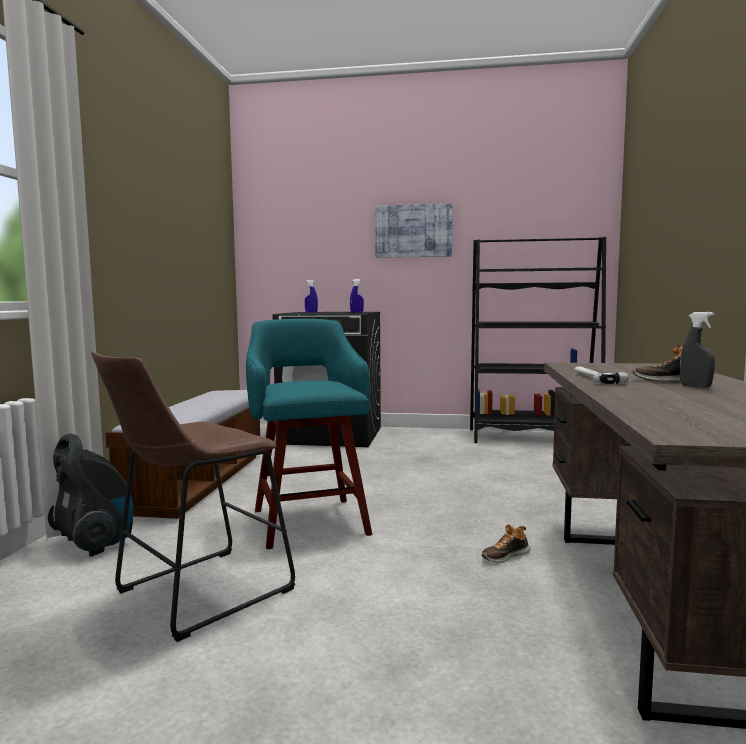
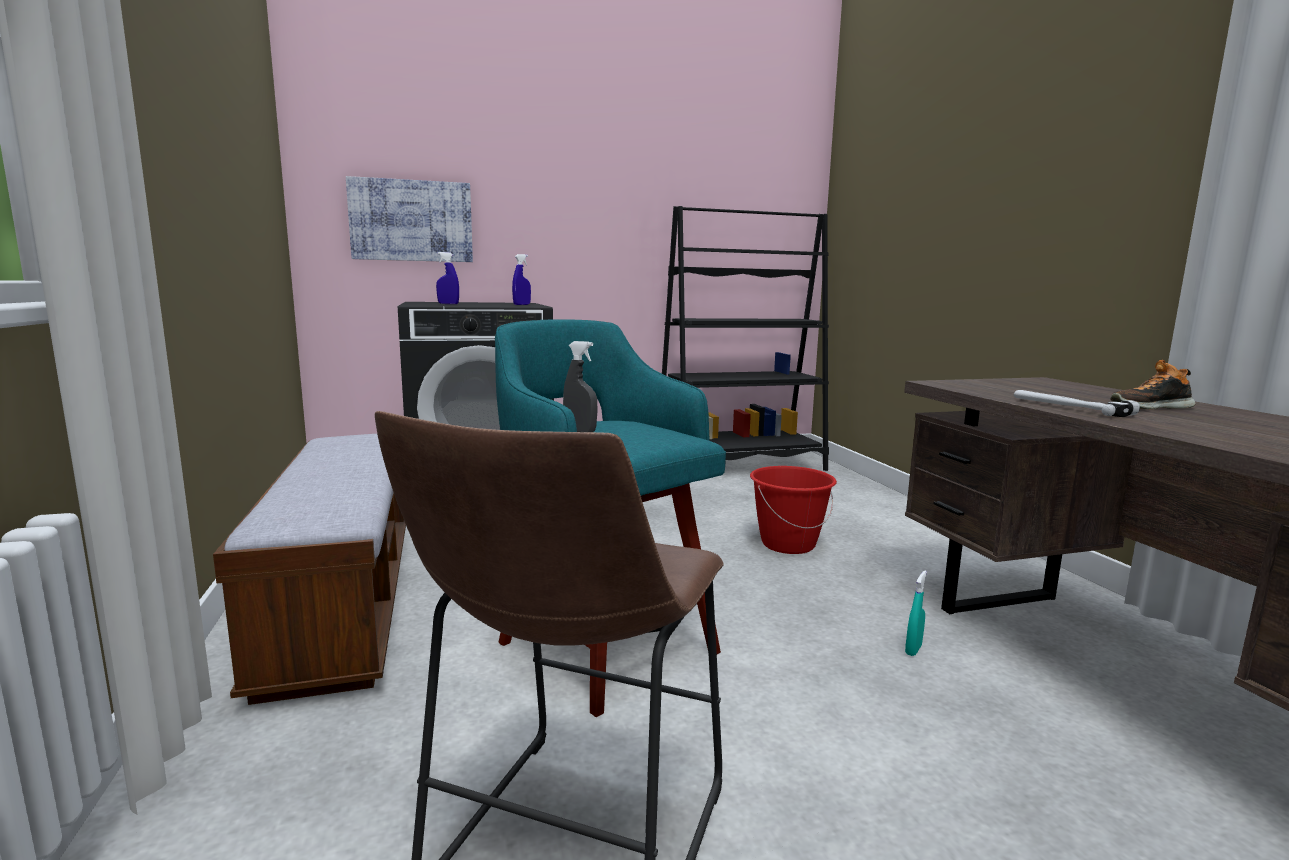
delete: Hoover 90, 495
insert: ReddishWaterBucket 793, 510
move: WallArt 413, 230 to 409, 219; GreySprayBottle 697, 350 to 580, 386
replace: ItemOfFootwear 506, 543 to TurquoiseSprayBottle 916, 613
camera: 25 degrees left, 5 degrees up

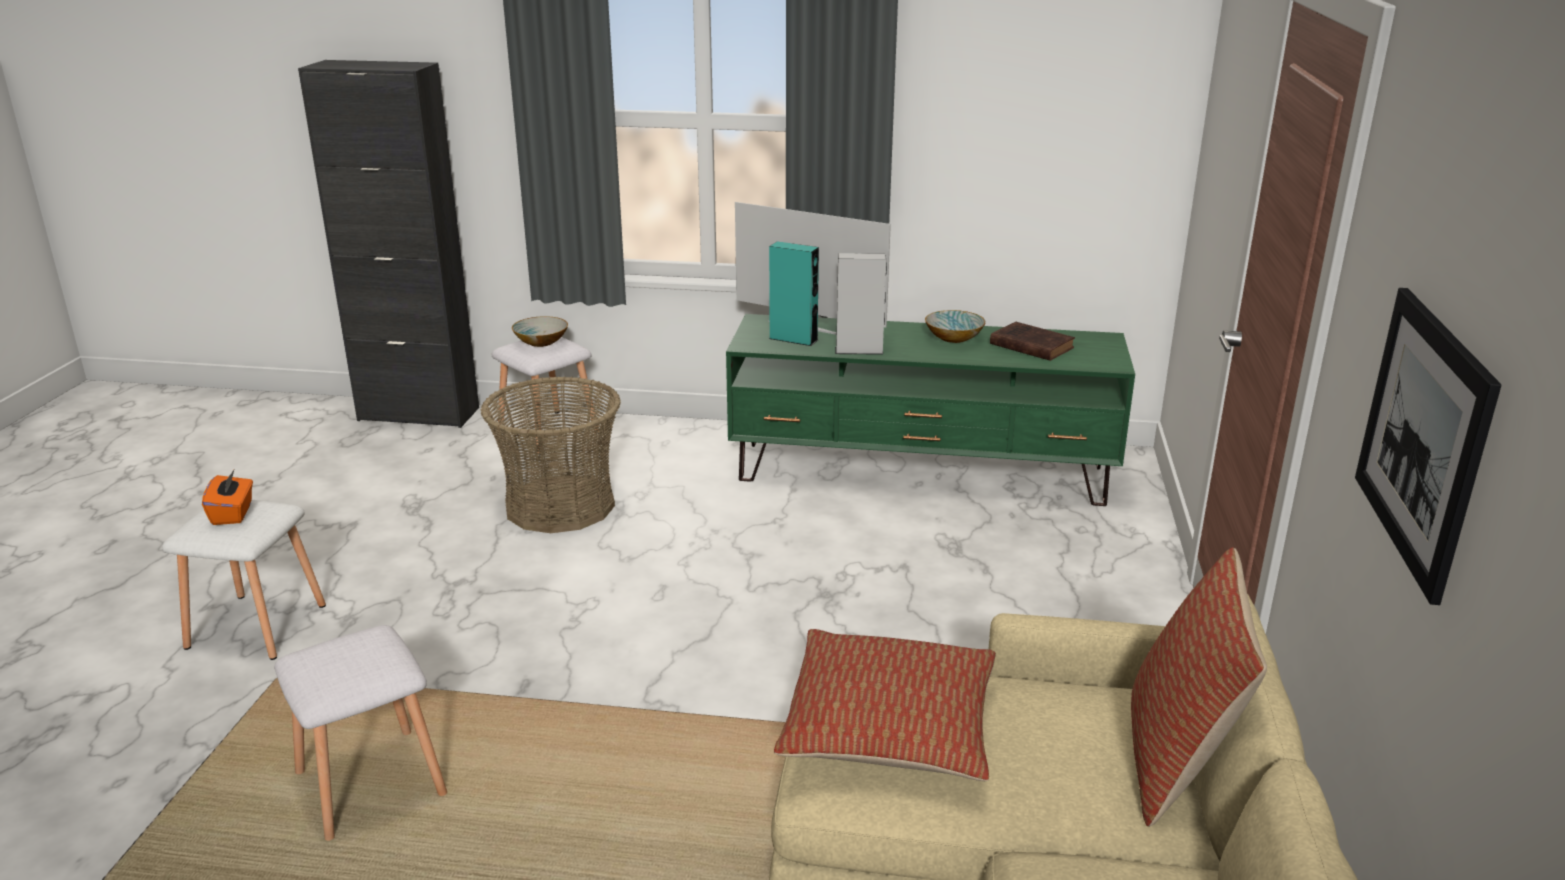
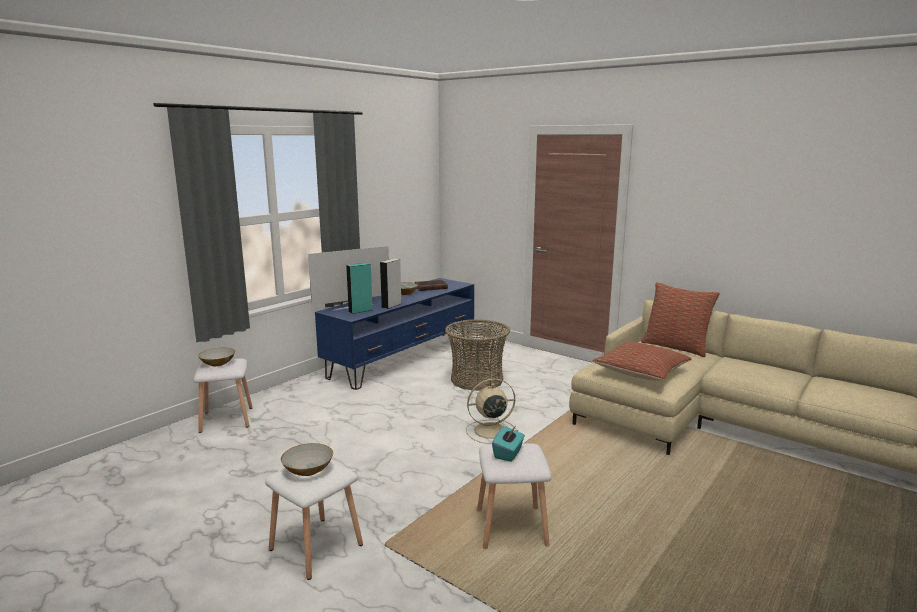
delete: BlackishStorageCabinet 388, 244; WallArt 1428, 446
insert: BeigeColouredElectricFan 492, 411; TurquoiseBoxOfTissues 508, 444
move: HouseholdBasket 550, 454 to 477, 355
replace: OrangeColouredBoxOfTissues 227, 497 to DeepDish 307, 459
recolor: GreenMediaConsole 930, 410 to BluishMediaConsole 394, 334
camera: 60 degrees left, 10 degrees down

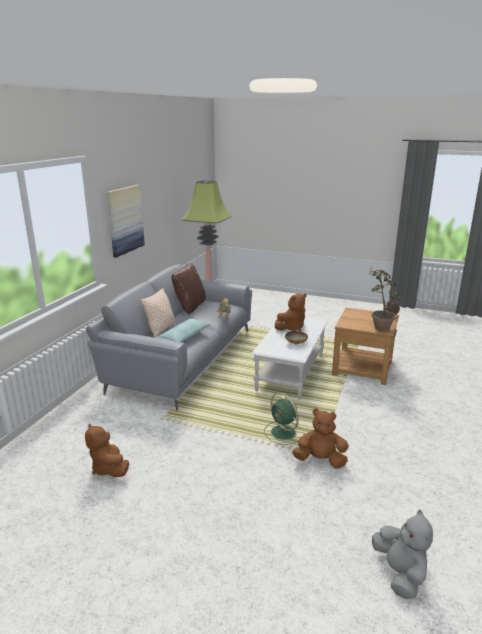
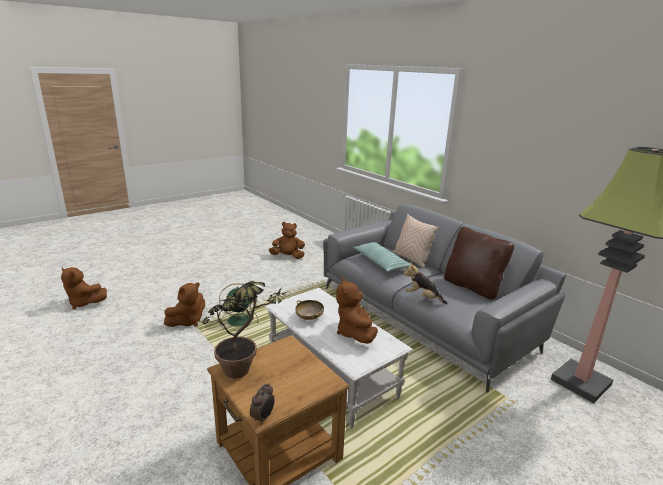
delete: WallArt 126, 221
recolor: GreySoftToy 402, 554 to BrownSoftToy 84, 288
camera: 120 degrees right, 0 degrees up

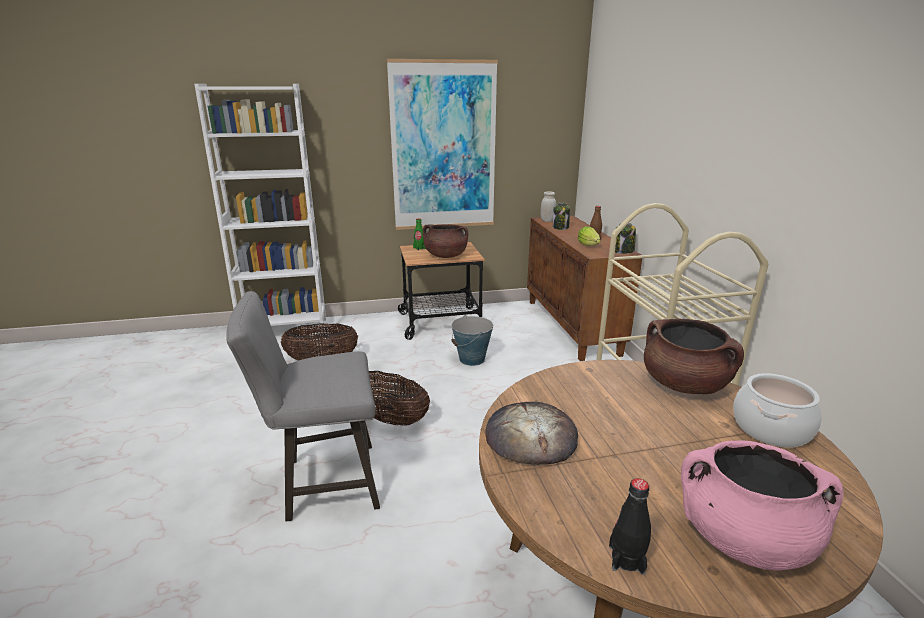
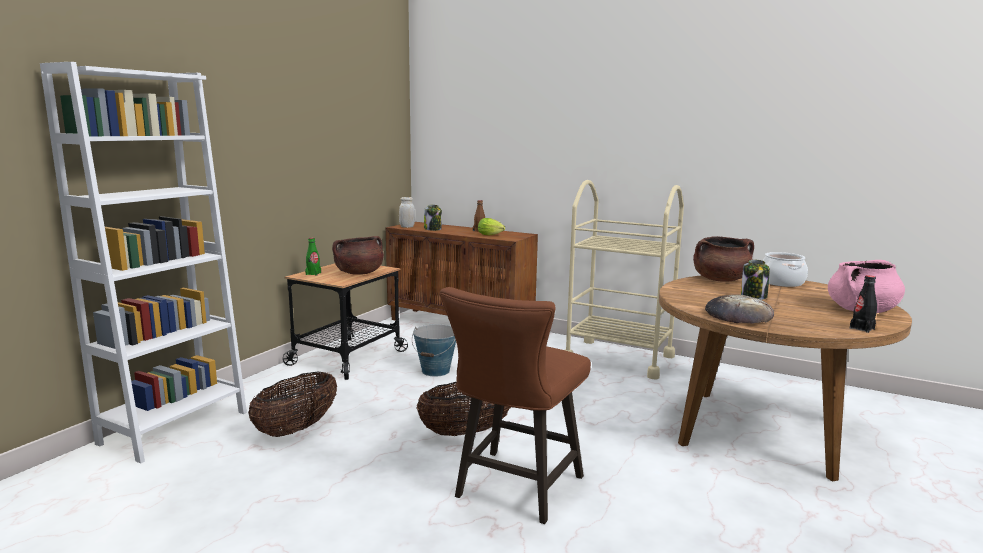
delete: WallArt 442, 144
move: PreserveJar 625, 238 to 755, 280
recolor: GreyStoolSeat 303, 406 to BrownStoolSeat 515, 405
camera: 50 degrees left, 10 degrees down

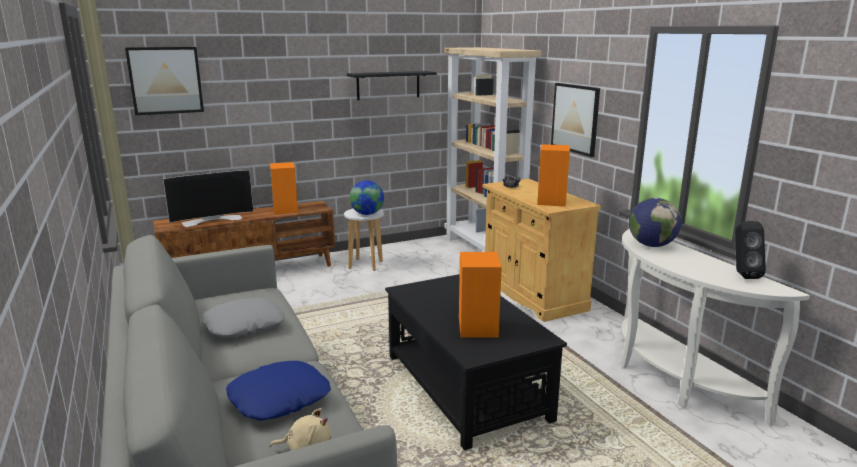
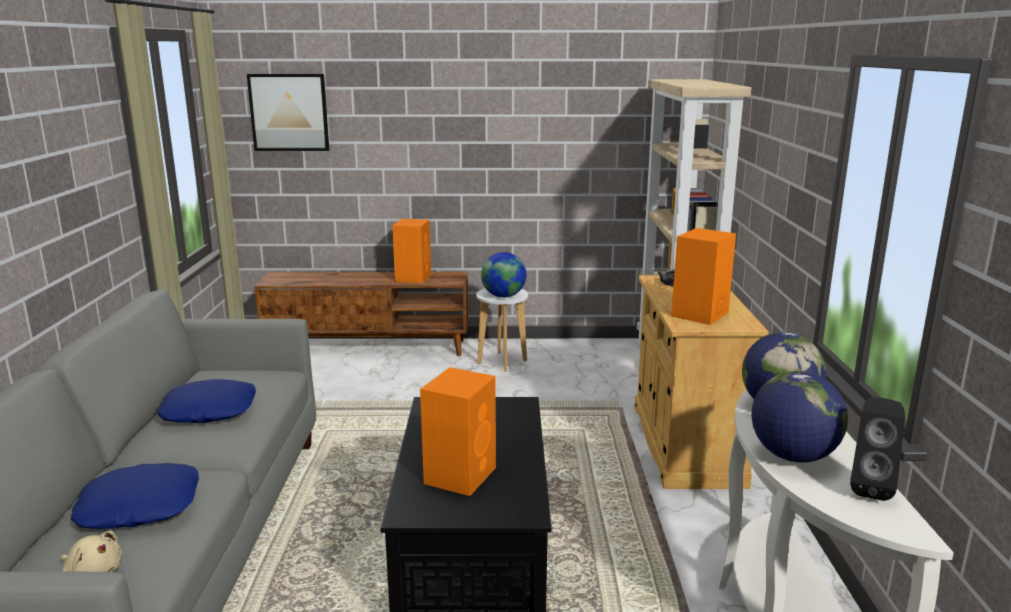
delete: Tv 208, 198; BlackishShelf 392, 85; WallArt 575, 120
insert: DeskGlobe 800, 417
recolor: GreyPillow 244, 317 to BluishPillow 206, 401
camera: 25 degrees right, 0 degrees up

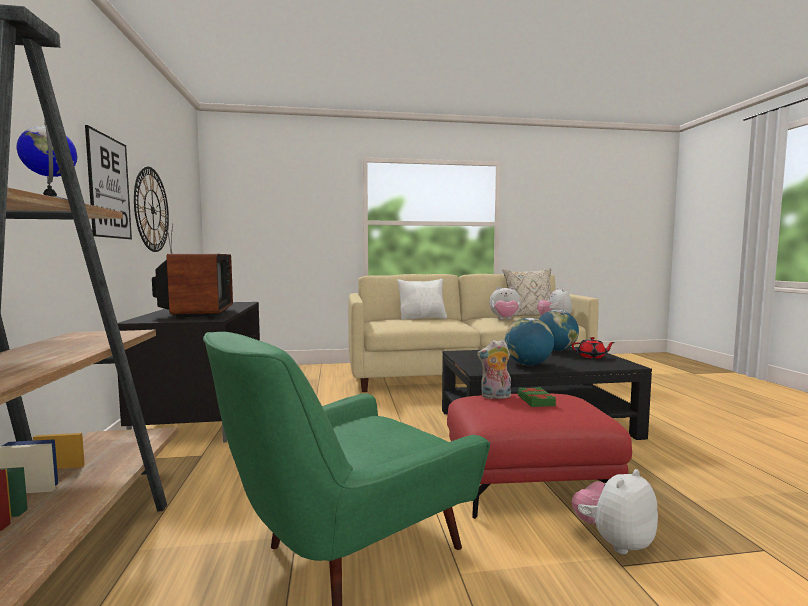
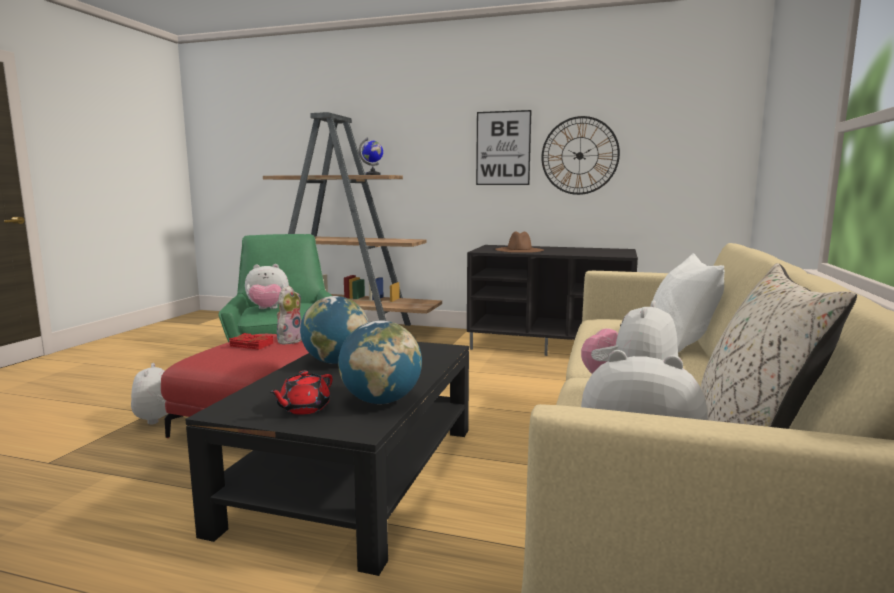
insert: SoftToy 267, 286
replace: Tv 192, 271 to BrownClothingHat 519, 242
recolor: GreenBook 537, 397 to ReddishBook 251, 341
camera: 115 degrees right, 5 degrees up

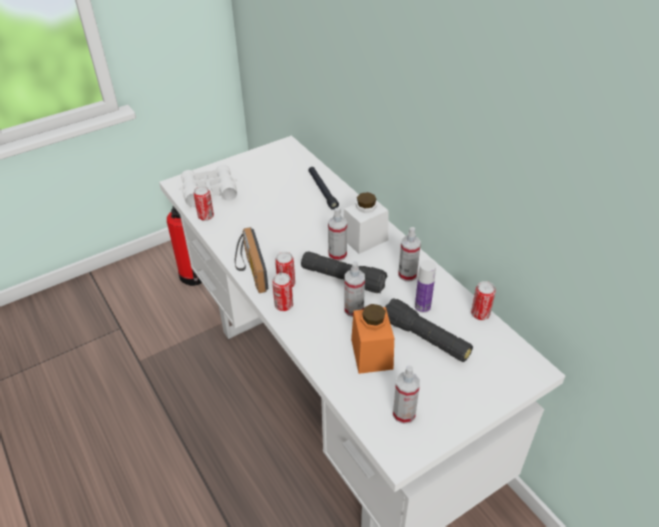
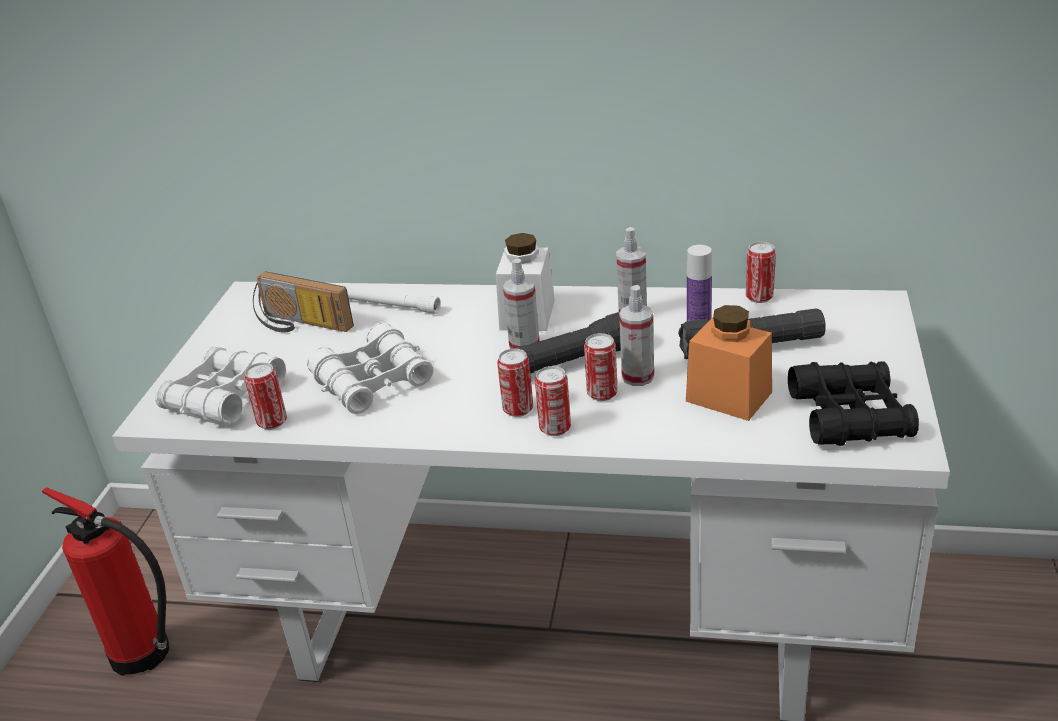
insert: WhiteFieldGlasses 370, 368; Can 601, 367
move: RadioReceiver 251, 260 to 303, 302
replace: SprayBottle 406, 394 to BlackishFieldGlasses 853, 403
recolor: BlackishHandTorch 323, 188 to WhiteHandTorch 393, 300
camera: 45 degrees left, 10 degrees down

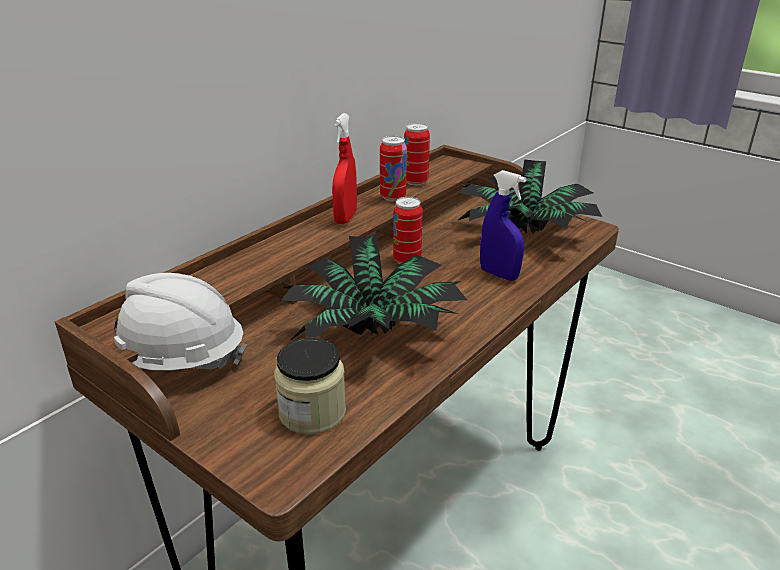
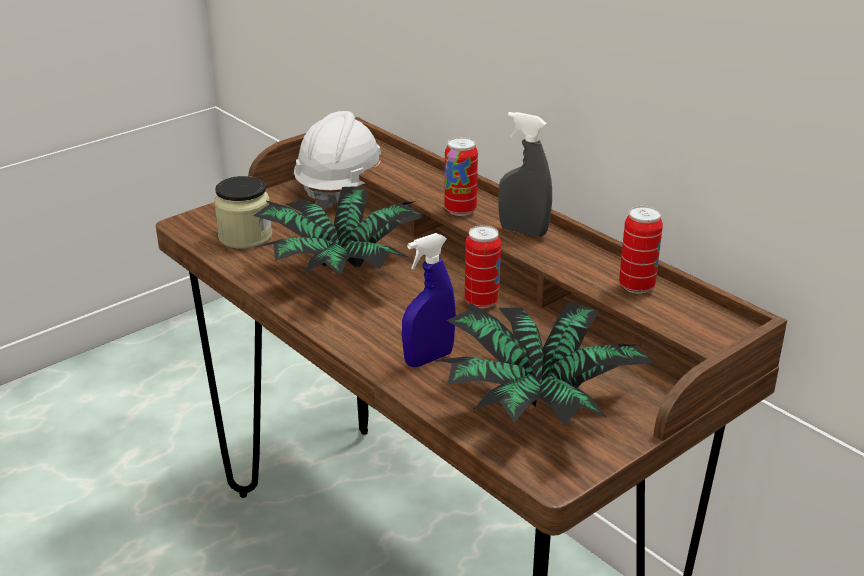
move: Can 393, 168 to 461, 176
recolor: ReddishSprayBottle 344, 168 to GreySprayBottle 525, 174
camera: 100 degrees right, 0 degrees up

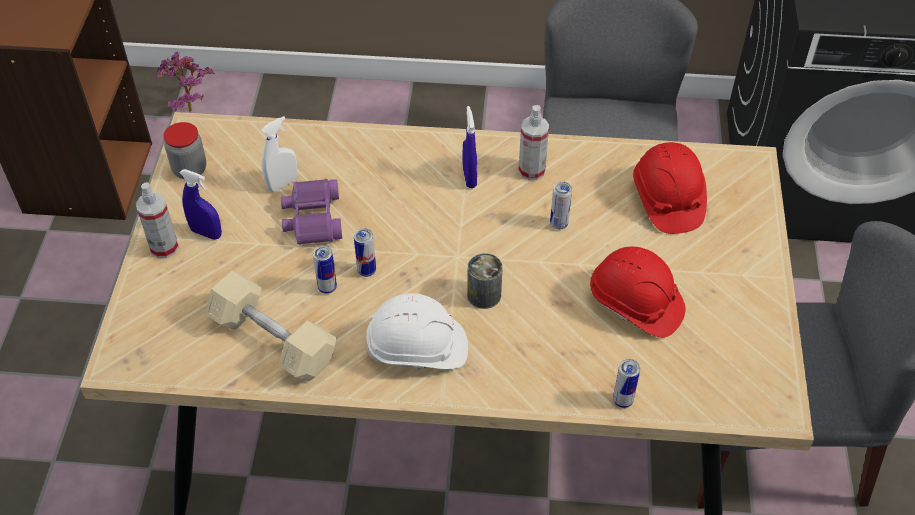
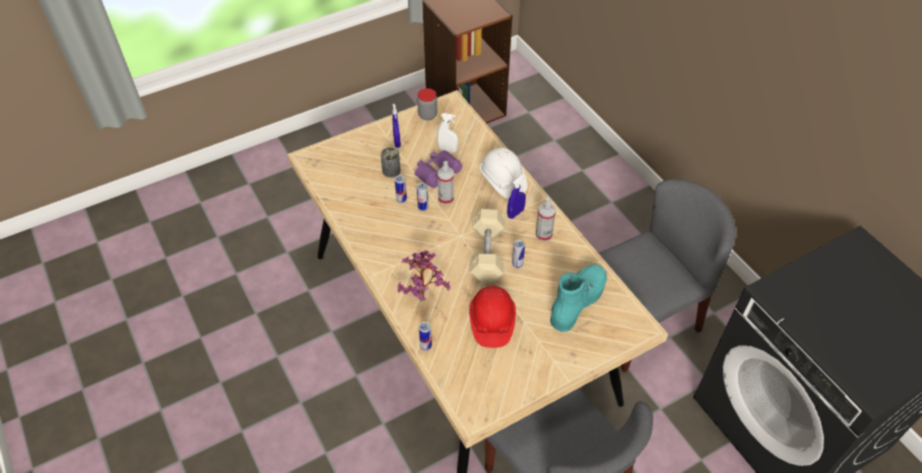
move: Can 485, 281 to 390, 163; PottedPlant 186, 81 to 423, 275; SprayBottle 157, 220 to 446, 183; BeigeColouredDumbbell 270, 326 to 487, 245; WhiteHardHat 417, 331 to 503, 173
replace: ReddishHardHat 670, 188 to TurquoiseTallBoot 578, 298
camera: 55 degrees right, 0 degrees up

